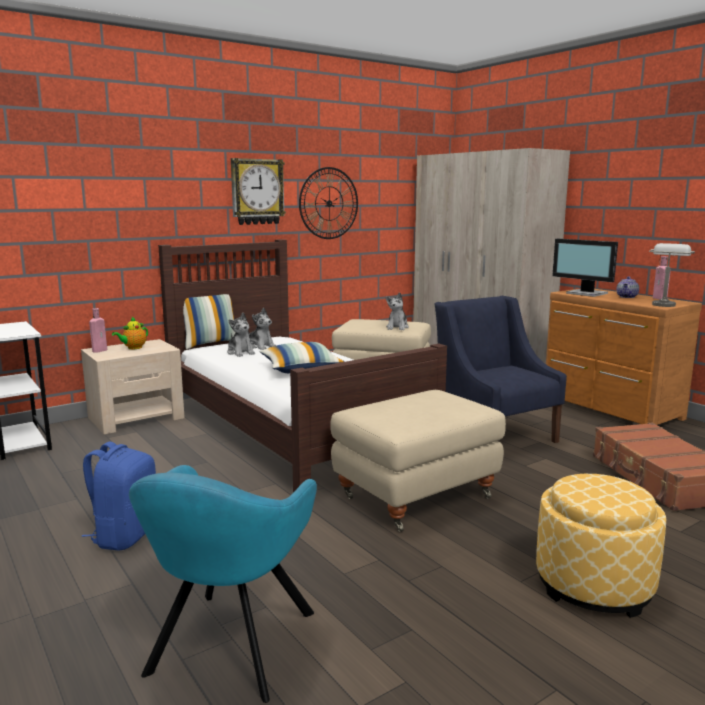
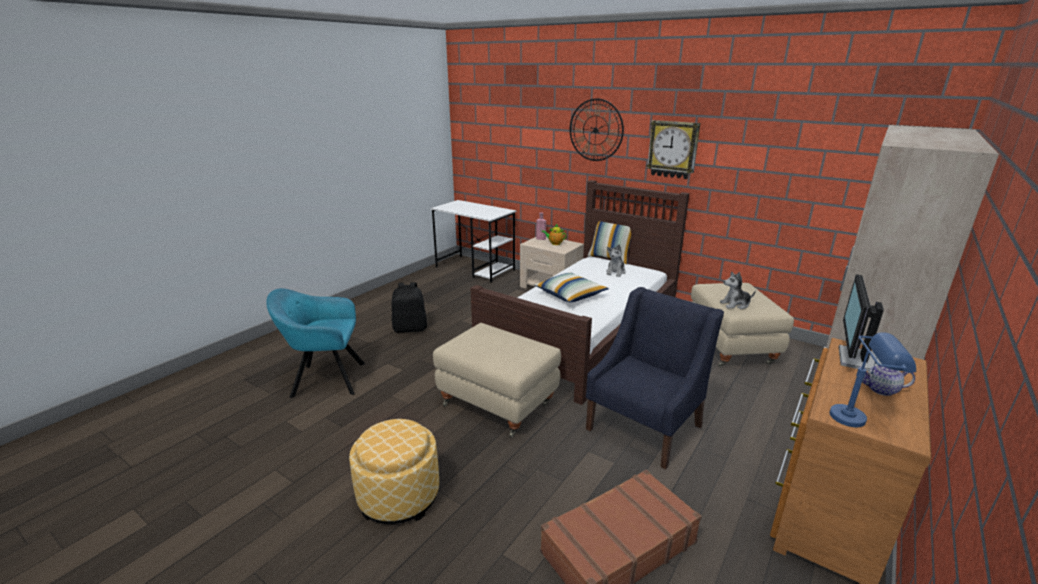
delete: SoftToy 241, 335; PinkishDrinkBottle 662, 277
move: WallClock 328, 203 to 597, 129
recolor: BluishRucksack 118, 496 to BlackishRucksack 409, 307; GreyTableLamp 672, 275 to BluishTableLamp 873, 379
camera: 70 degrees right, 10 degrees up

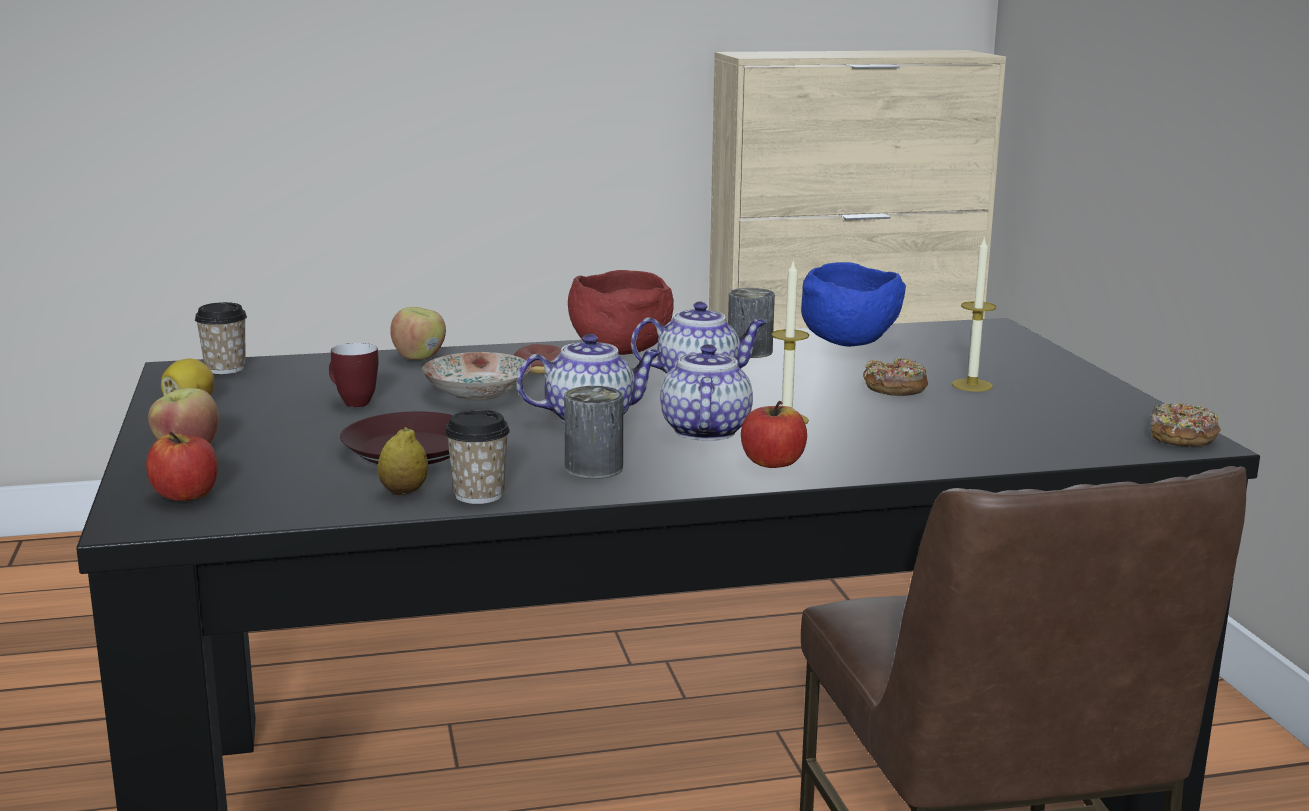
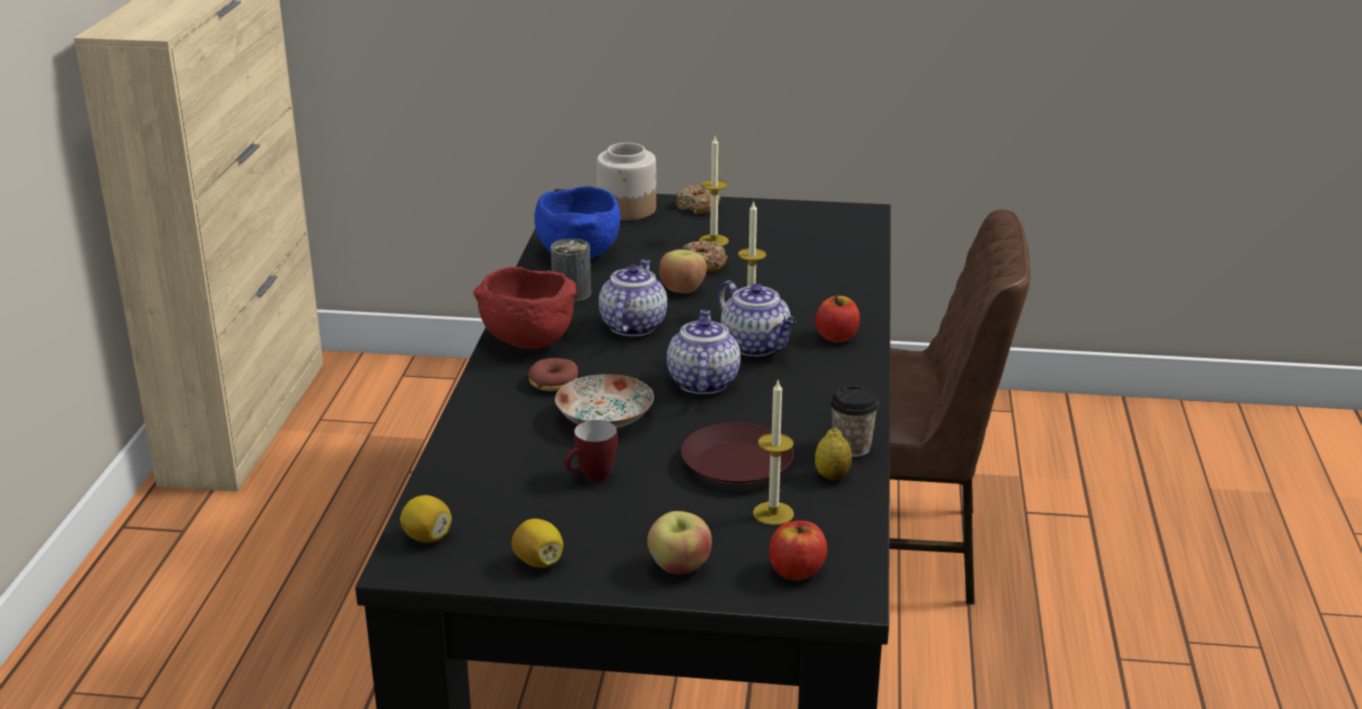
delete: Can 593, 432
insert: PreserveJar 626, 182; WaxCandle 773, 453
move: WholeApple 418, 333 to 683, 271; Donut 1186, 424 to 698, 199
replace: Cup 221, 338 to CitrusFruit 426, 519
rotate: PotForTea 706, 392 = 757, 318 150 degrees counterclockwise
camera: 70 degrees left, 10 degrees up

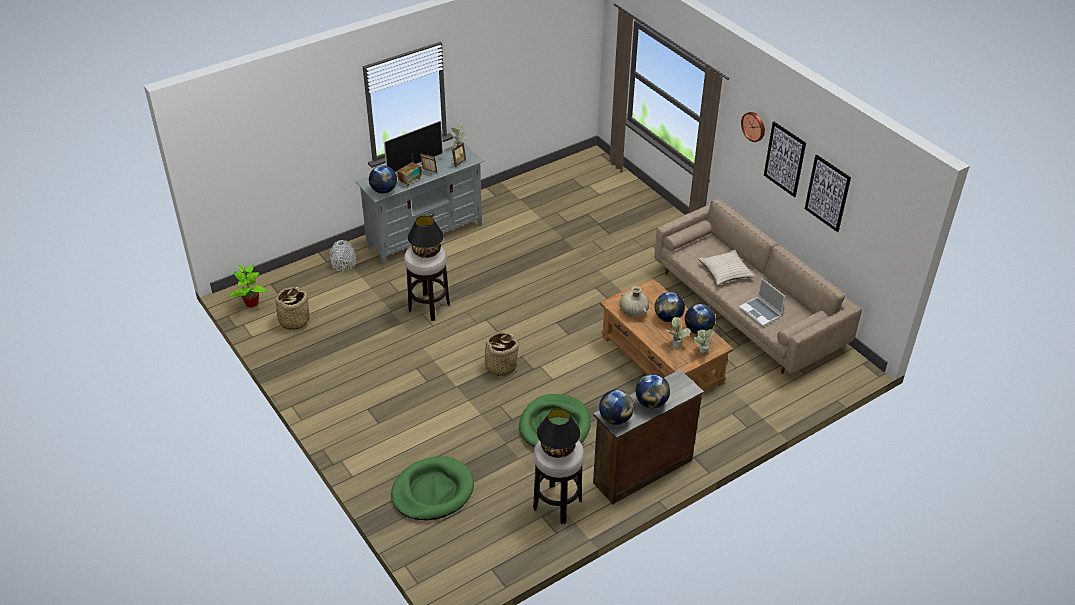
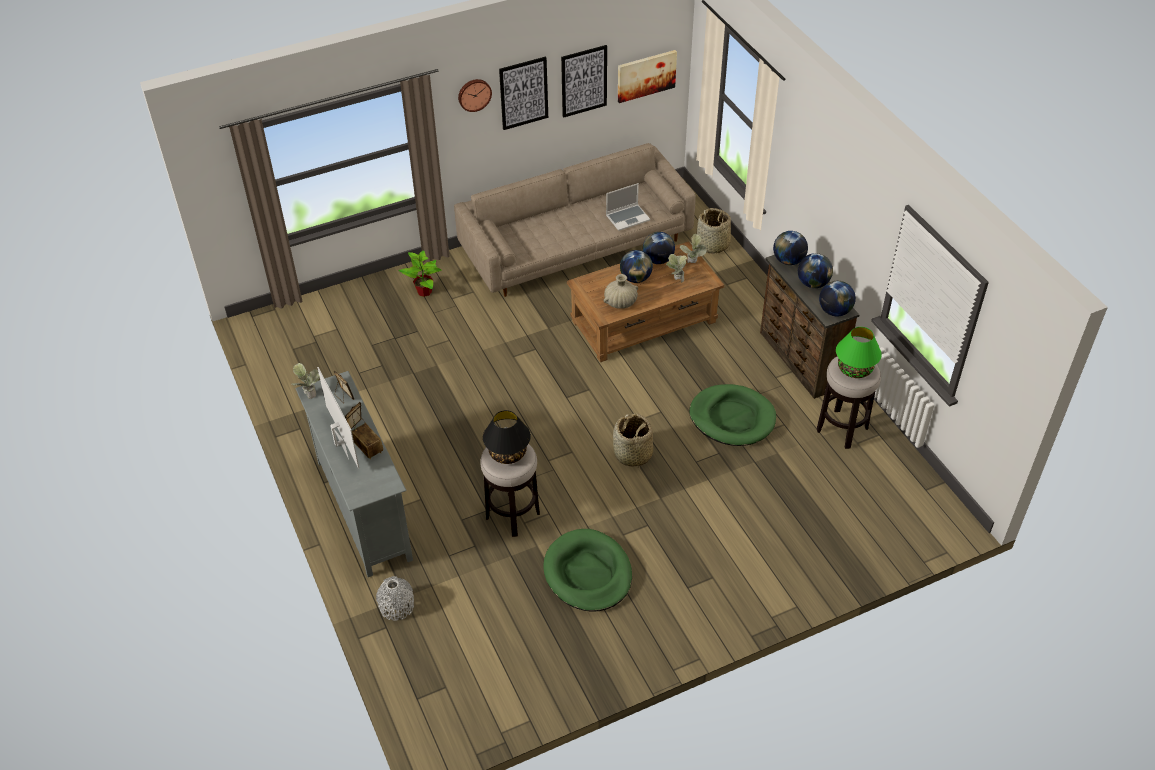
delete: BeigeColouredPillow 726, 267
insert: WallArt 647, 76
move: PottedPlant 248, 286 to 419, 273; GreenDogBed 432, 488 to 587, 570; HouseholdBasket 292, 308 to 714, 231; DeskGlobe 383, 179 to 790, 248
recolor: BlackishTableLamp 558, 433 to GreenTableLamp 859, 352
camera: 80 degrees left, 5 degrees up

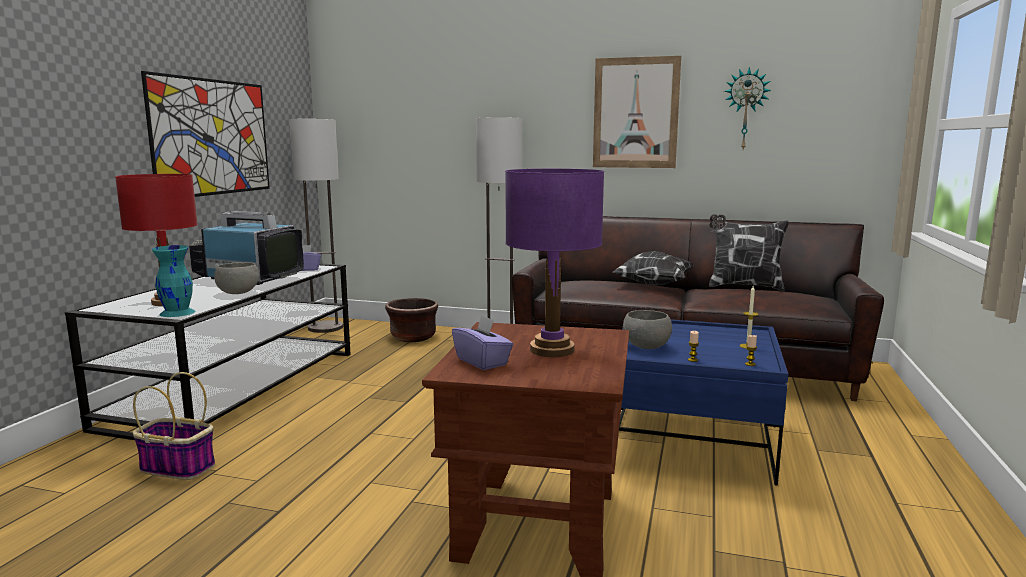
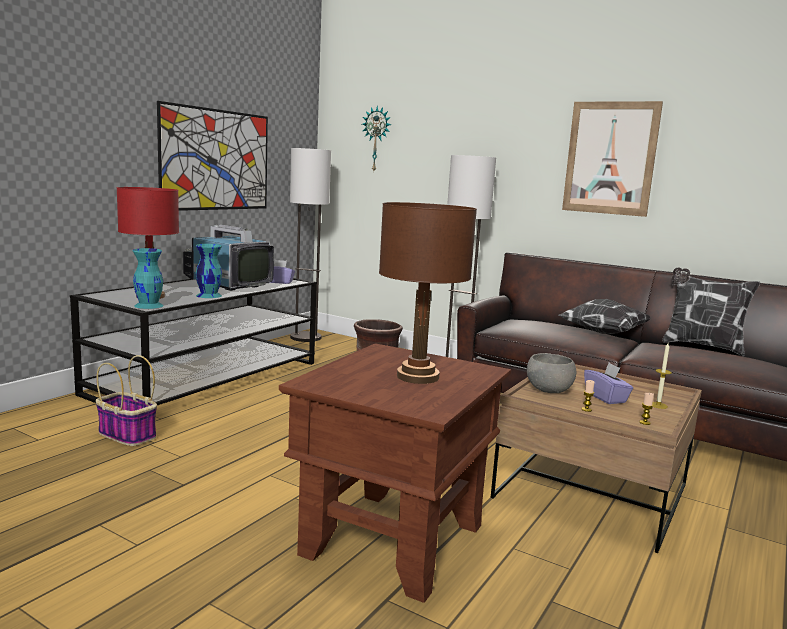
move: WallClock 748, 108 to 376, 138; PurpleColouredBoxOfTissues 482, 342 to 608, 383
replace: GreyDeepDish 236, 278 to TurquoiseVase 209, 271
recolor: PurpleColouredTableLamp 554, 263 to BrownTableLamp 428, 293; BluishCoffeeTable 703, 402 to BrownCoffeeTable 596, 458
camera: 15 degrees right, 0 degrees up

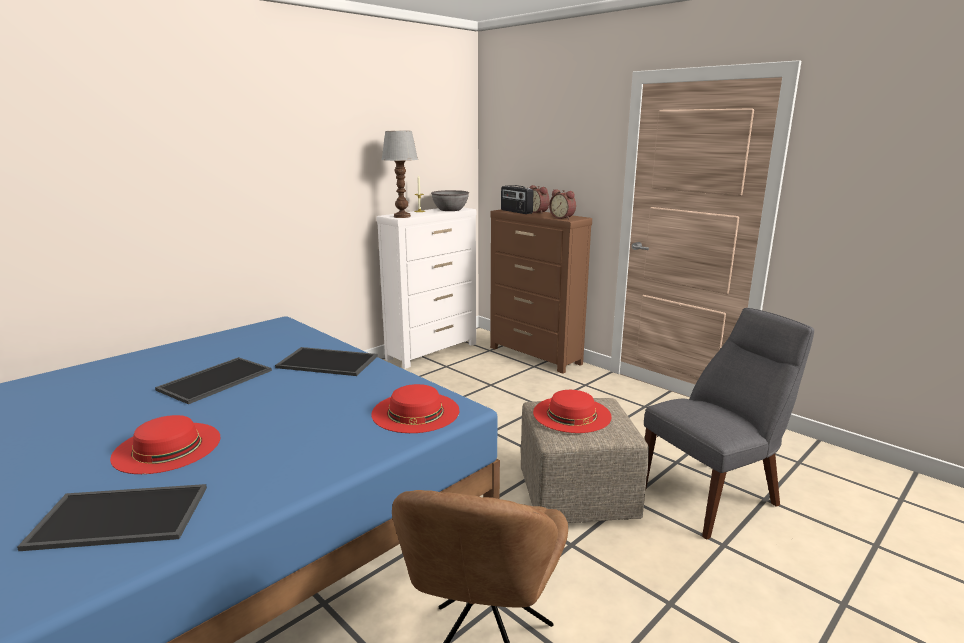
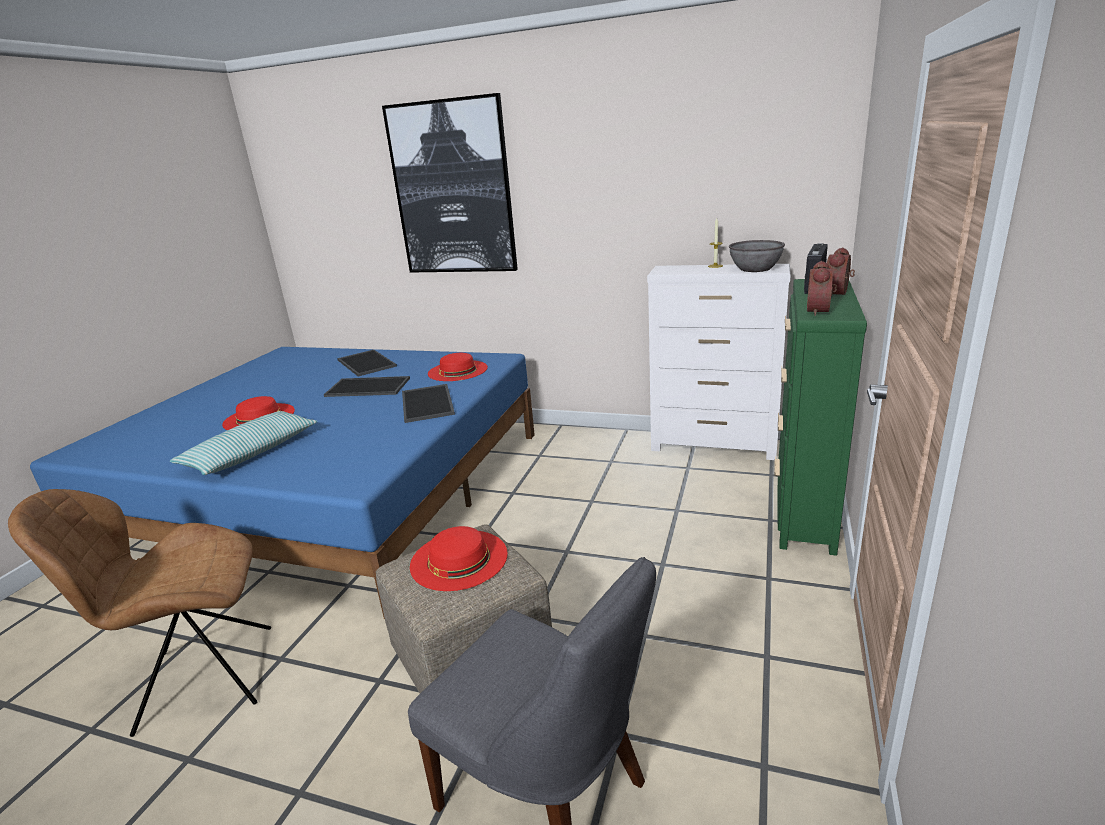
delete: TableLamp 399, 174
insert: Pillow 243, 443; WallArt 450, 183
move: ServingTray 112, 517 to 367, 363; ReddishClothingHat 415, 408 to 458, 367
recolor: BrownChestOfDrawers 541, 291 to GreenChestOfDrawers 821, 417
camera: 65 degrees right, 5 degrees up

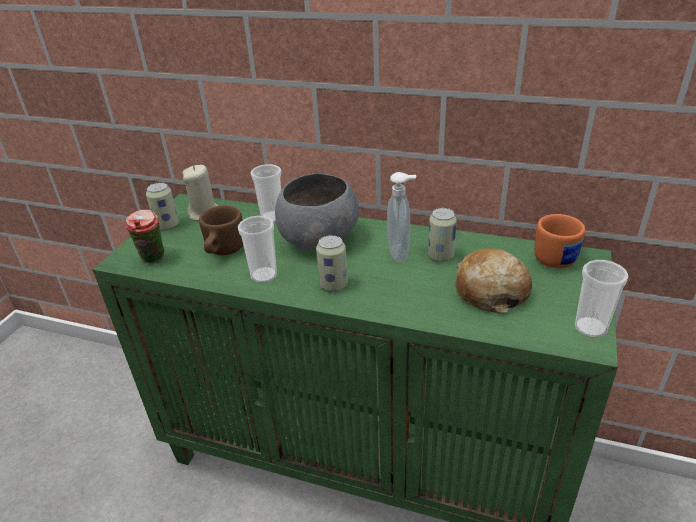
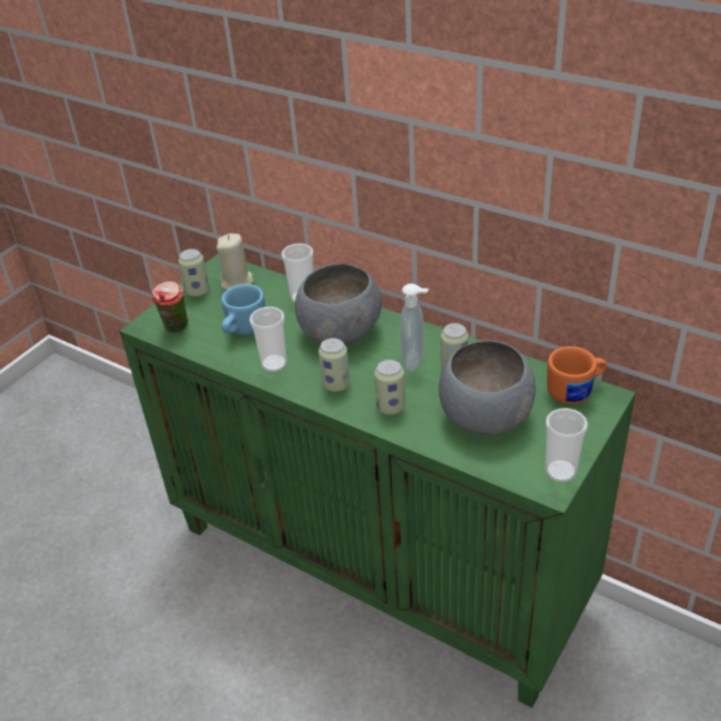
insert: Can 389, 387
replace: BakedBread 493, 281 to GreyDeepDish 487, 387
recolor: BrownTeaMug 221, 230 to BluishTeaMug 243, 309
camera: 15 degrees right, 5 degrees up

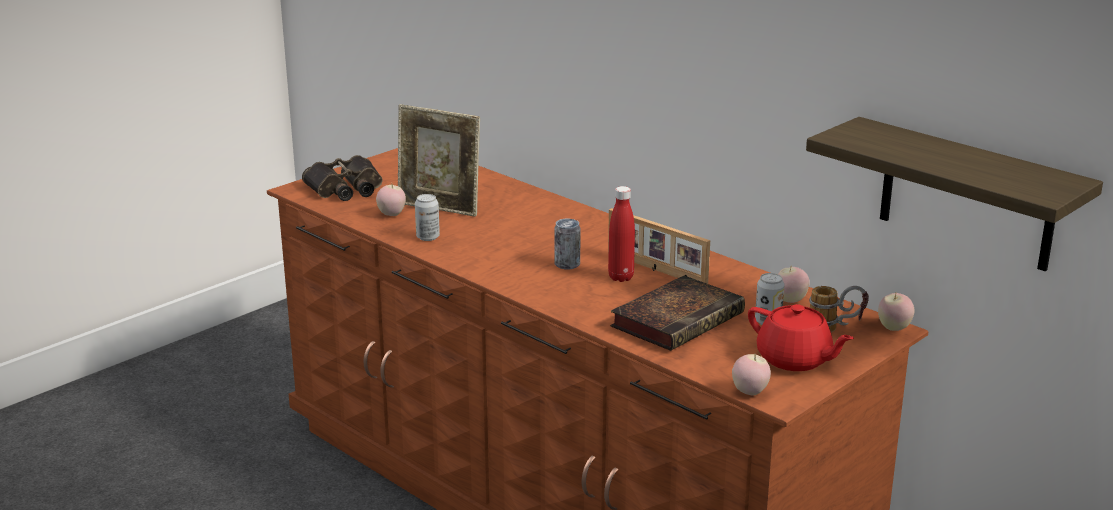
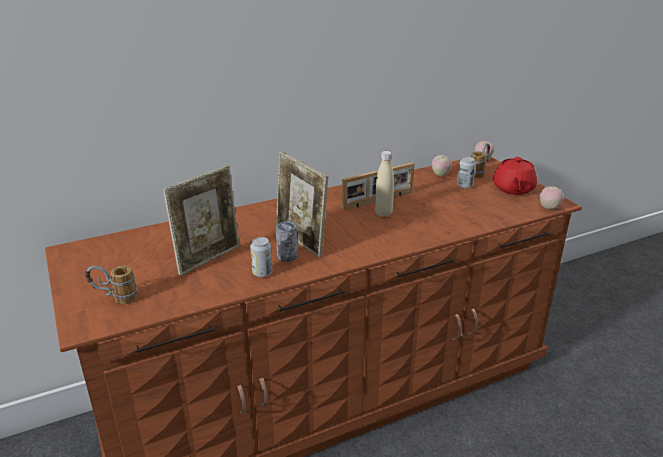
delete: WholeApple 391, 200; Book 677, 313; Shelf 954, 194
insert: PhotoFrame 302, 204
move: Can 567, 244 to 287, 242
replace: FieldGlasses 342, 178 to TeaMug 111, 285
recolor: ReddishDrinkBottle 621, 234 to BeigeColouredDrinkBottle 384, 184
rotate: ReddishPotForTea 801, 337 = 515, 176 135 degrees clockwise
camera: 70 degrees left, 5 degrees up

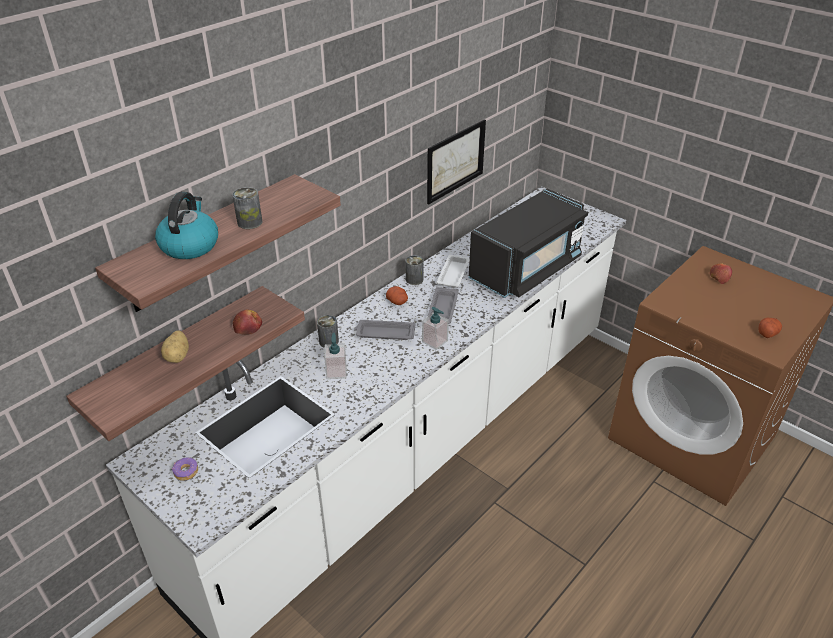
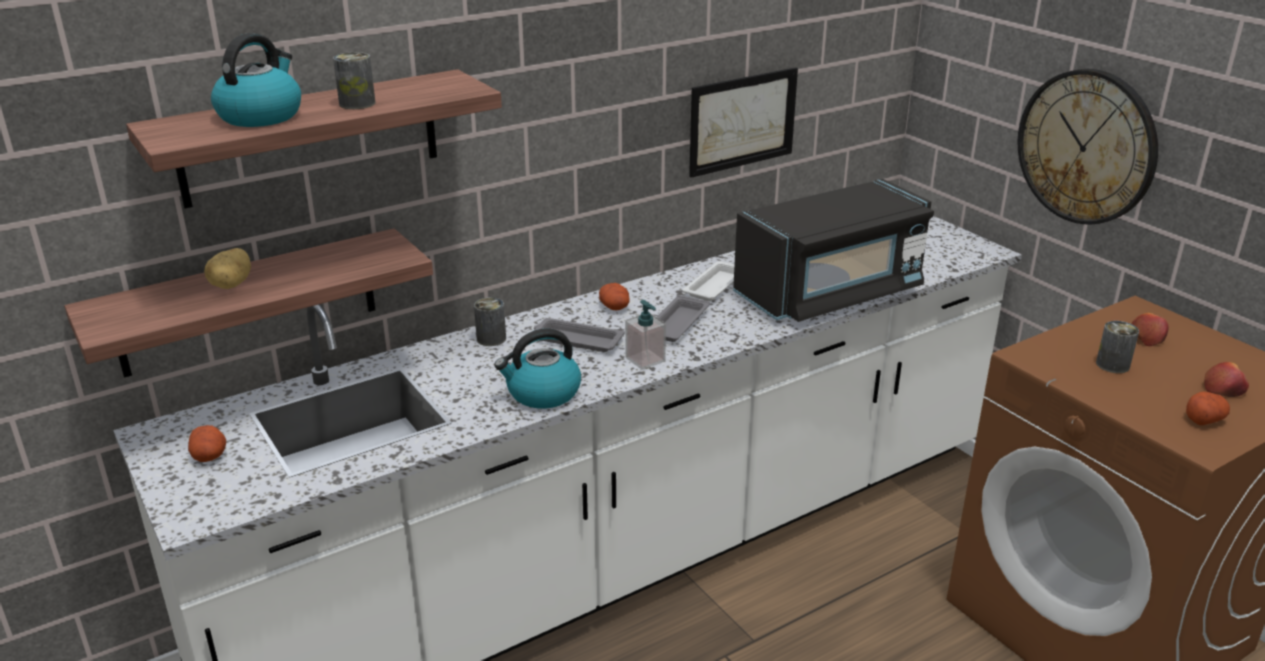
delete: LiquidSoapBottle 335, 356
insert: WaterKettle 537, 368; WallClock 1087, 147
move: Can 415, 270 to 1117, 347; WholeApple 247, 322 to 1226, 379
replace: Donut 185, 468 to Potato 207, 443
camera: 15 degrees right, 10 degrees down

